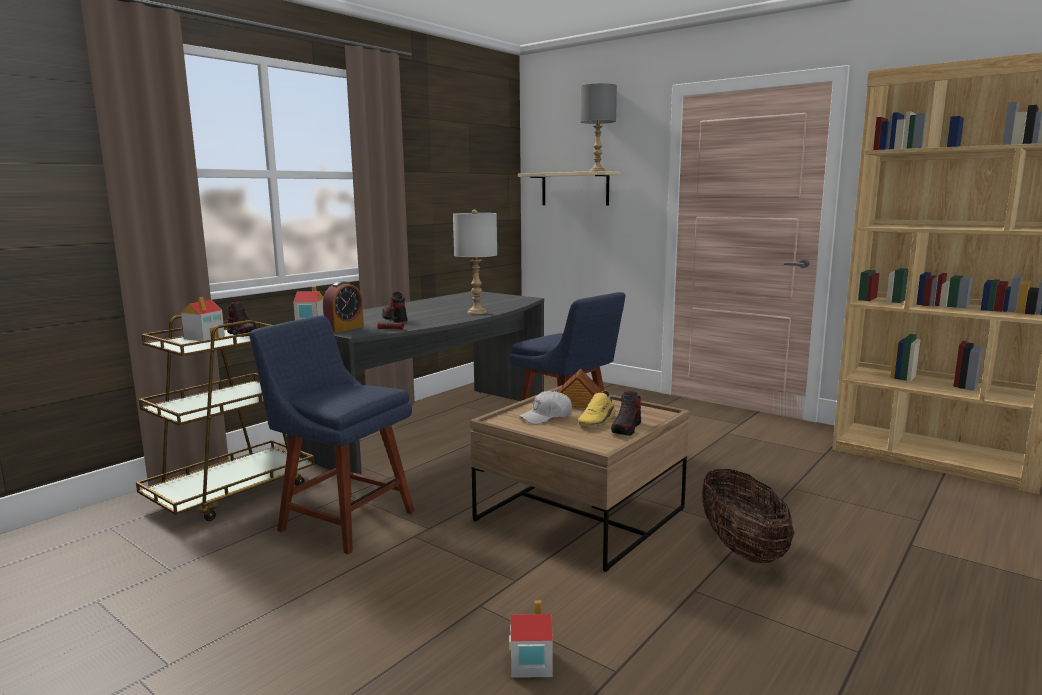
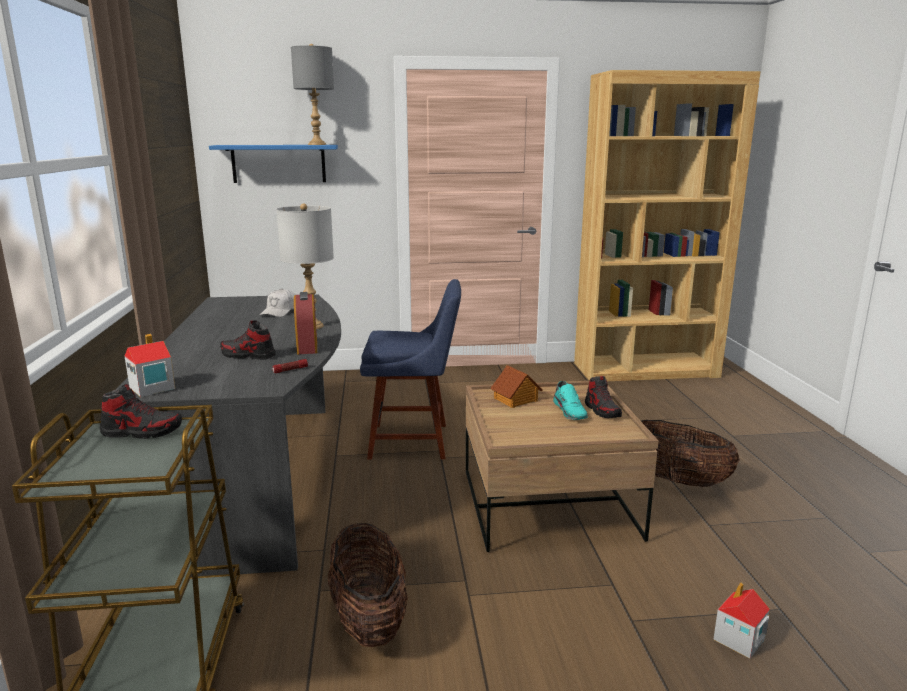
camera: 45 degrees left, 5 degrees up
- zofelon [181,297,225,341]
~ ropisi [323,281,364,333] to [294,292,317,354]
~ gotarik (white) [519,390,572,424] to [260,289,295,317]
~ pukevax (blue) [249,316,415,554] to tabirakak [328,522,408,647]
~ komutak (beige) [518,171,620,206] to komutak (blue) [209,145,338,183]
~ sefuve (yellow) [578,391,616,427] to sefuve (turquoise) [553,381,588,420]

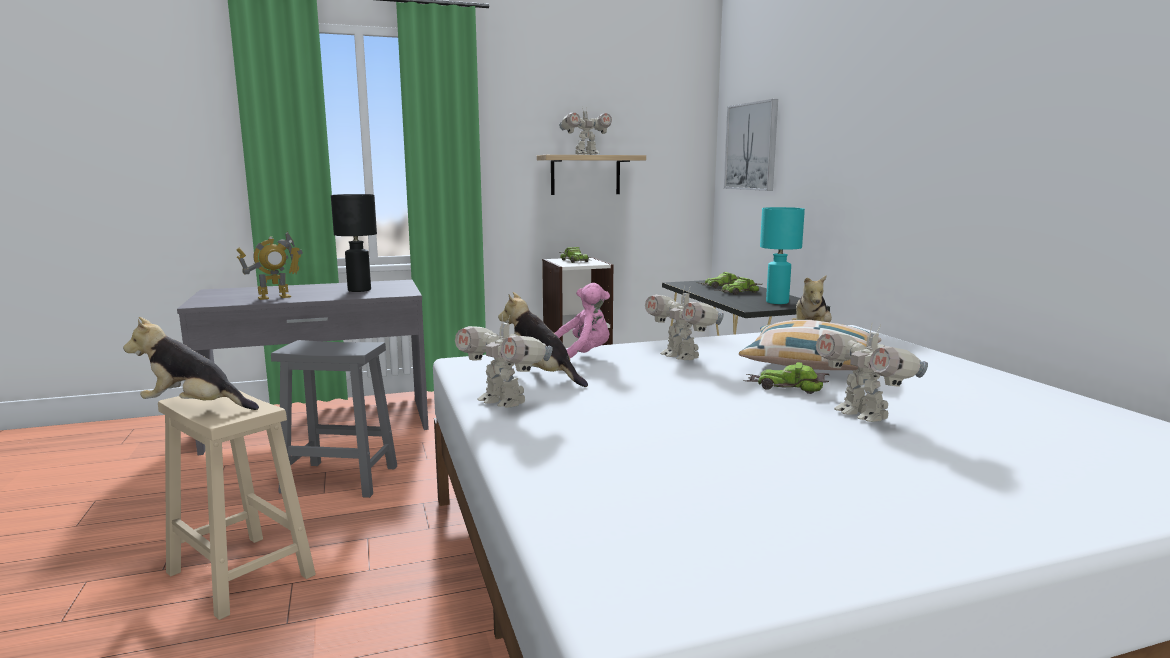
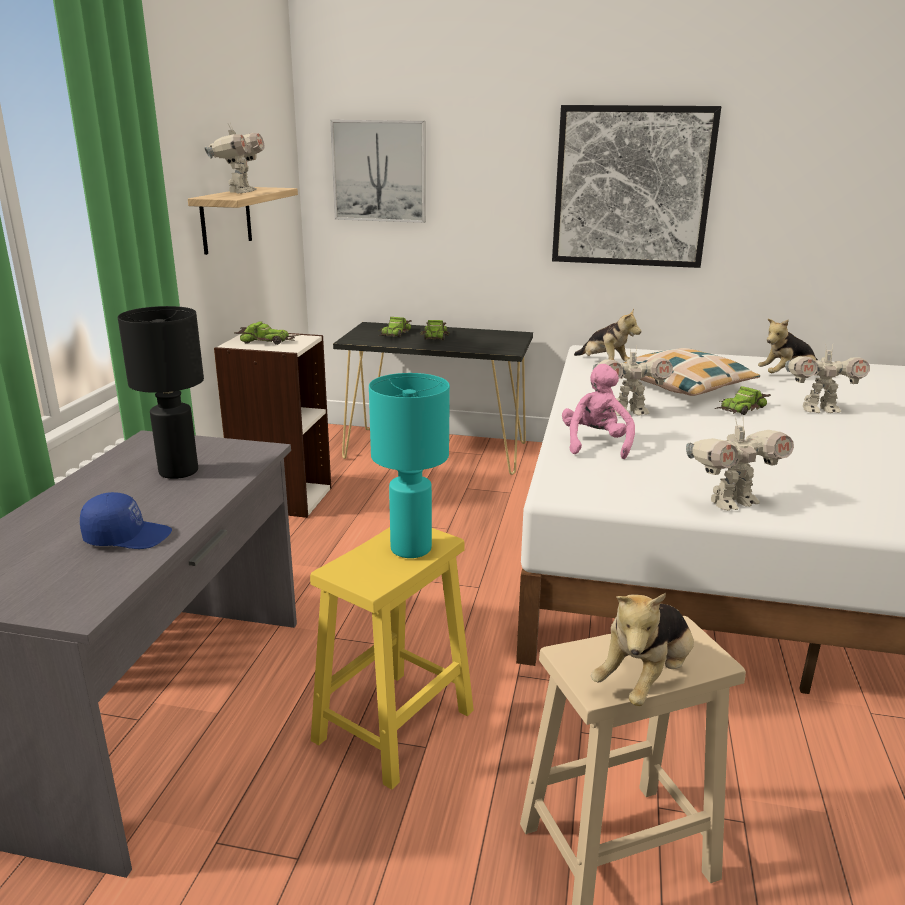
camera: 60 degrees left, 10 degrees up
+ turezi [552,105,721,268]
~ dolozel [498,292,588,387] to [758,319,818,373]
~ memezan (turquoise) [760,207,805,304] to [369,373,450,558]
~ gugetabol [237,232,303,300] to gotarik (blue) [80,492,172,549]
~ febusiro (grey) [271,340,397,498] to febusiro (yellow) [310,527,474,790]

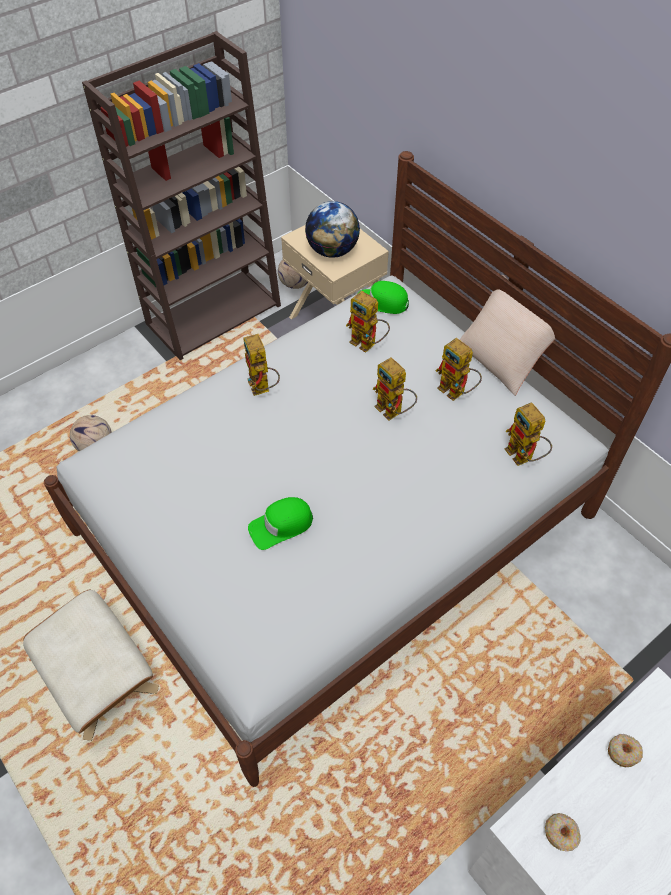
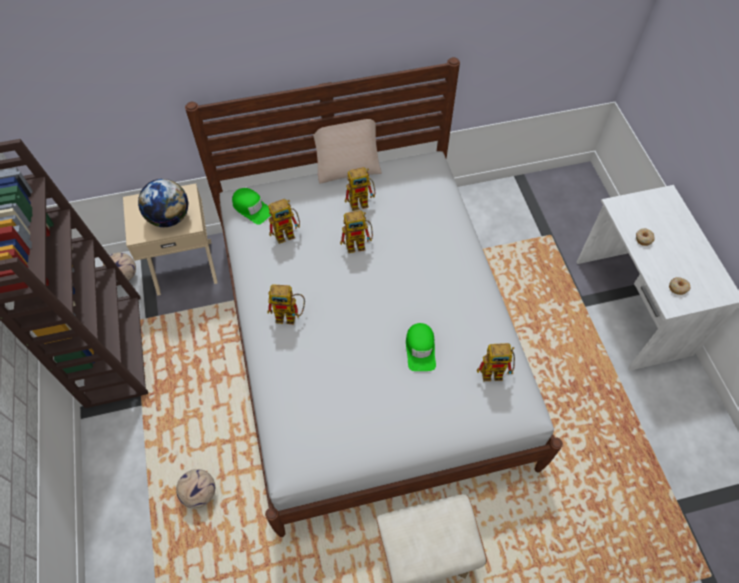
camera: 65 degrees left, 5 degrees up
~ gugetabol [505,402,552,466] to [477,343,515,381]
~ gotarik (green) [358,281,409,314] = [232,188,271,225] 90 degrees counterclockwise

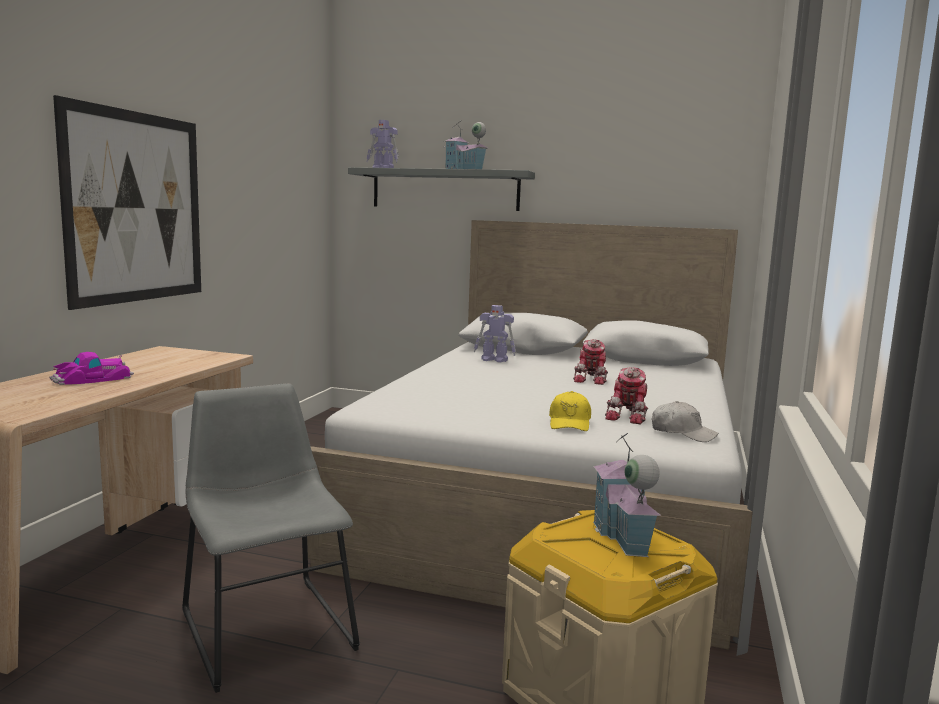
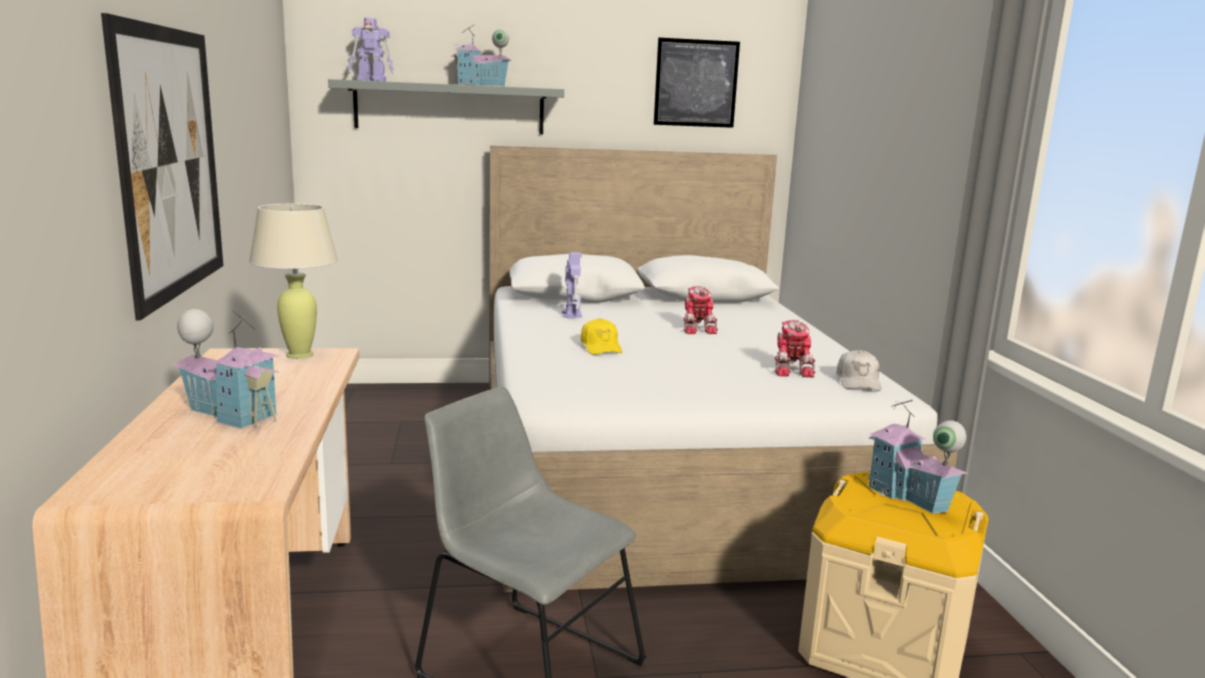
camera: 25 degrees left, 5 degrees up
+ memezan (beige) [249,204,338,359]
+ turezi [653,38,740,128]
~ gotarik (yellow) [549,391,591,431] to [581,318,622,355]
~ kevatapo [50,352,134,385] to zofelon [173,309,279,429]
~ gugetabol [474,305,516,363] = [562,252,582,319] 90 degrees counterclockwise
~ gotarik (white) [652,401,719,442] = [836,350,881,391] 90 degrees clockwise

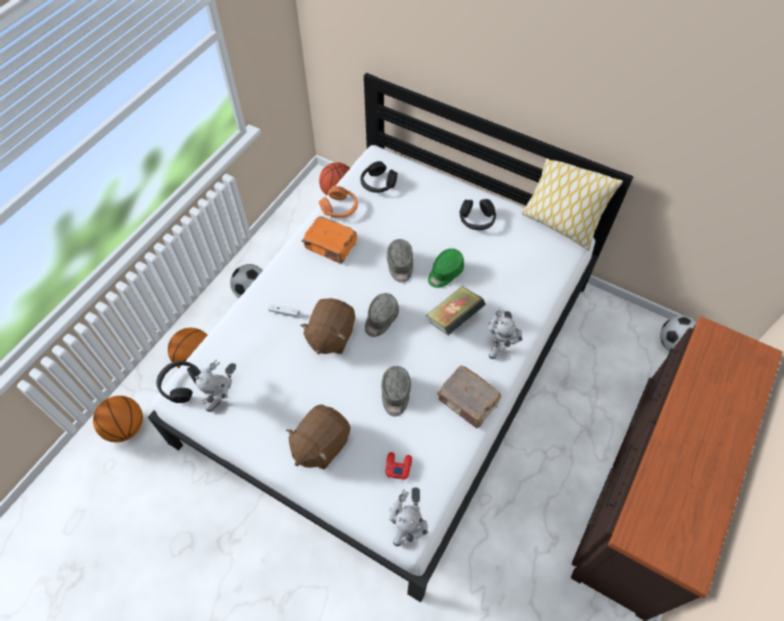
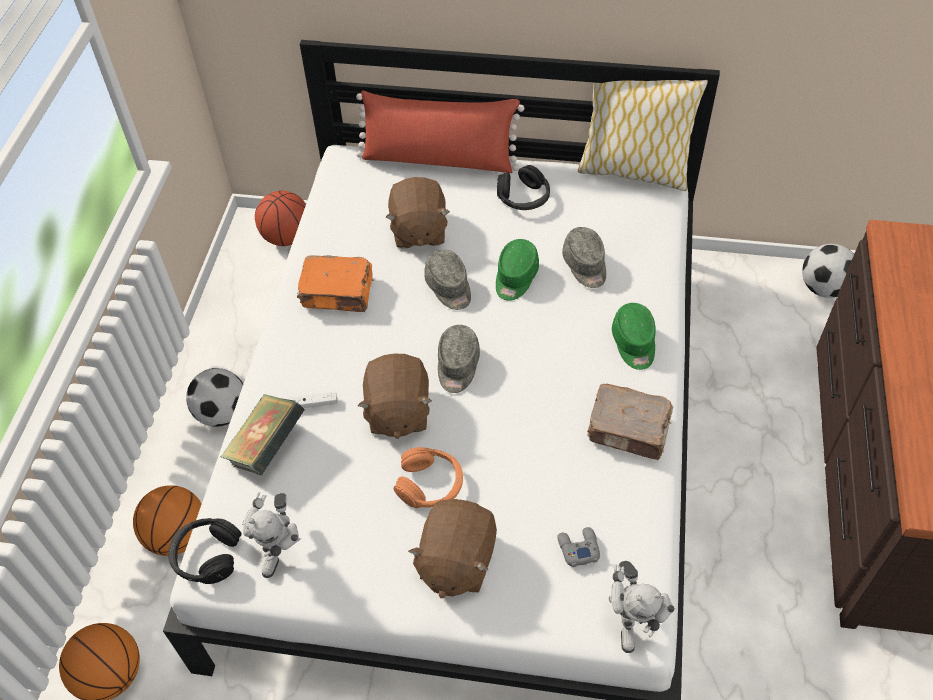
camera: 20 degrees left, 5 degrees down
- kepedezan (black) [360,161,397,193]
+ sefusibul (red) [356,90,524,173]
+ dolozel (brown) [386,177,450,249]
~ kepedezan (orange) [319,186,358,218] to [394,447,463,508]
~ gotarik (grey) [381,366,411,416] to [562,227,606,288]
~ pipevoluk [426,286,486,336] to [221,394,304,475]
~ gugetabol [489,307,523,359] to gotarik (green) [612,303,656,370]
~ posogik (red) [386,452,412,480] to posogik (grey) [557,527,600,567]

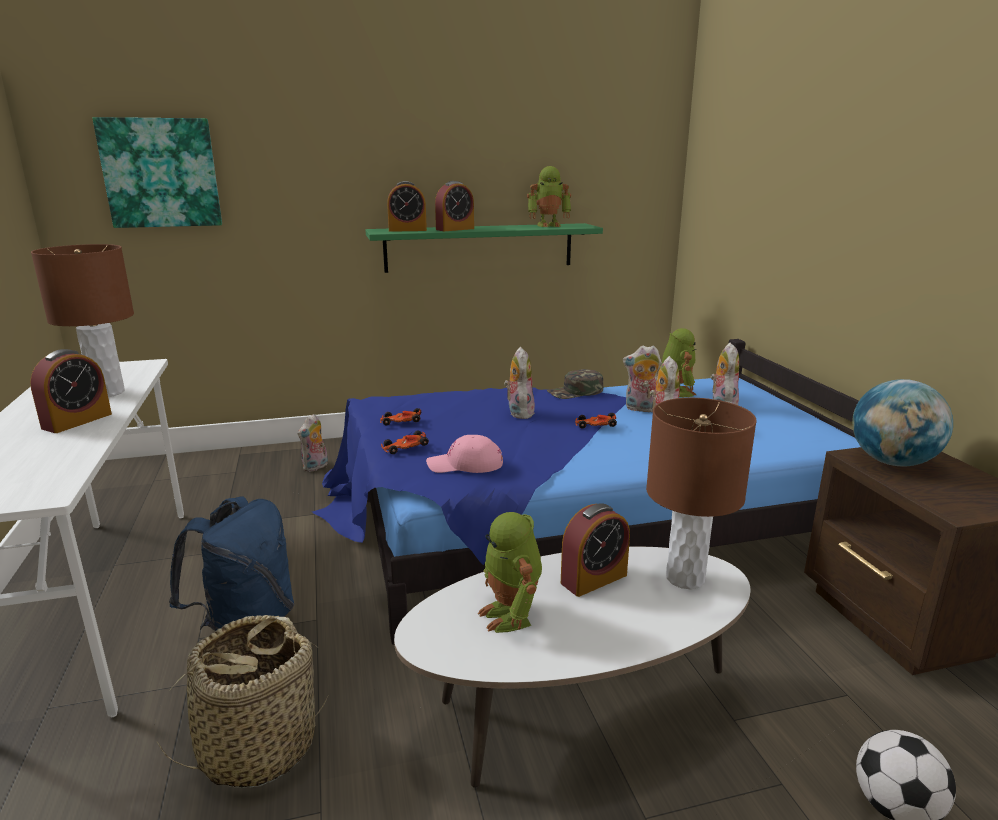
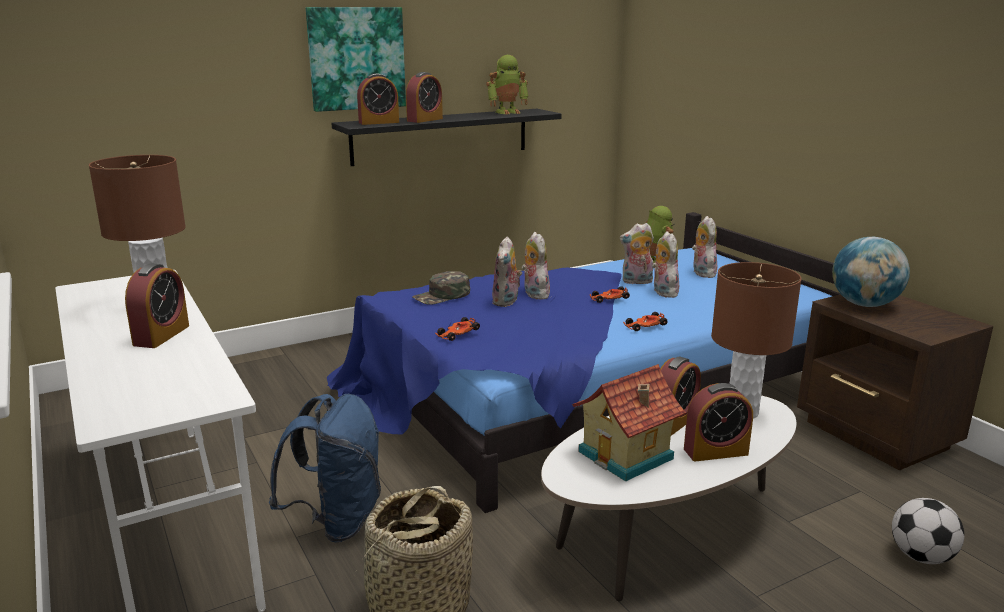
camera: 15 degrees left, 0 degrees up
- gotarik (pink) [426,435,503,473]
+ ropisi [684,383,753,462]
~ turezi [92,117,222,228] to [306,7,406,112]
~ dolozel [298,414,328,472] to [492,237,522,307]
~ kevatapo [380,408,421,425] to [623,312,668,331]
~ gotarik (green) [547,369,603,399] to [412,271,470,305]
~ gugetabol [478,512,542,633] to zofelon [572,364,686,481]
~ komutak (green) [365,223,603,273] to komutak (black) [331,109,562,166]

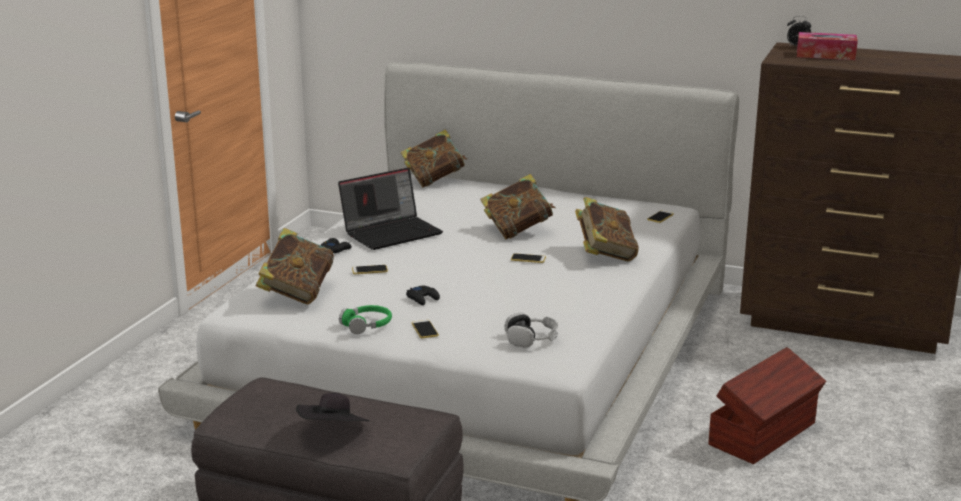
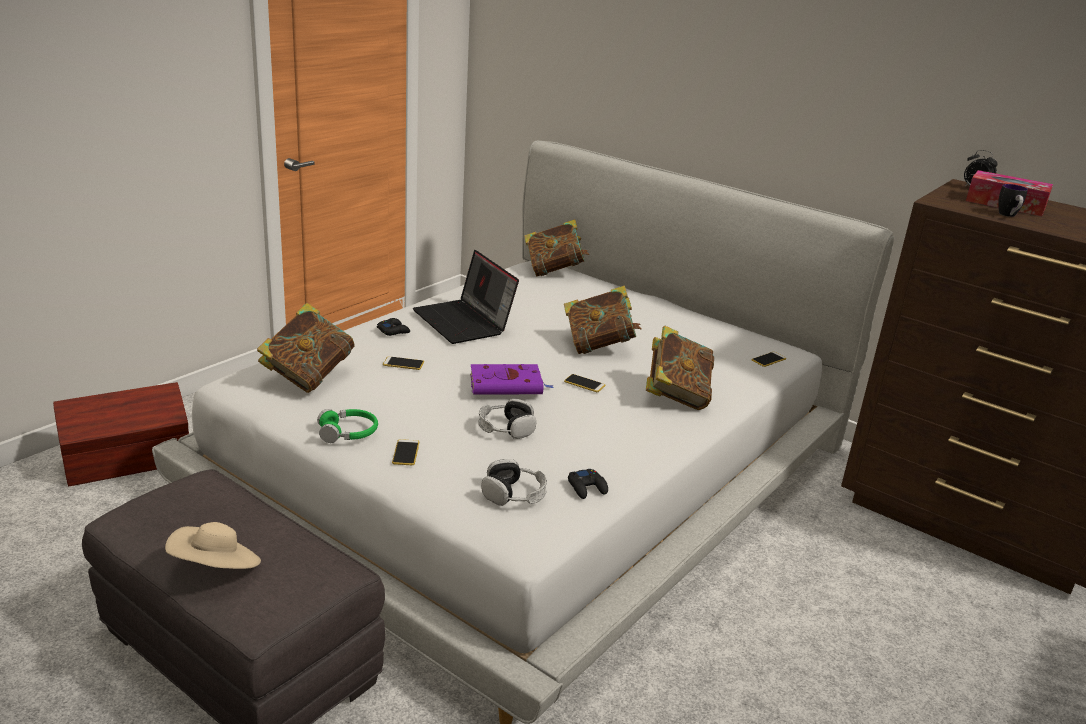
camera: 15 degrees right, 5 degrees up
+ pipevoluk (purple) [470,364,554,395]
+ kepedezan [478,399,536,439]
+ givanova [998,184,1028,217]
~ posogik (black) [406,286,440,305] to [568,469,608,499]
~ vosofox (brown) [708,347,826,464] to [53,382,189,486]
~ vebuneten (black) [296,393,370,422] to vebuneten (beige) [165,522,261,569]
~ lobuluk [338,168,443,250] = [413,250,519,344] 75 degrees clockwise

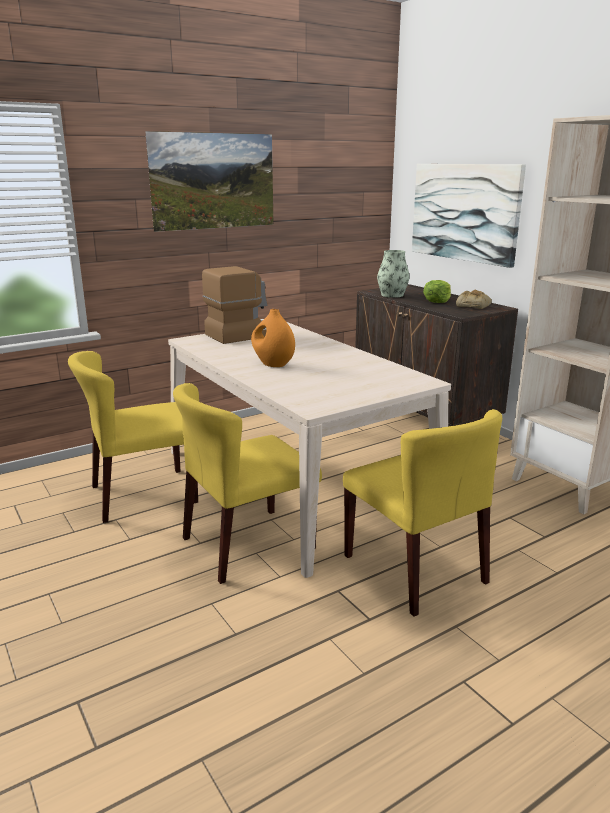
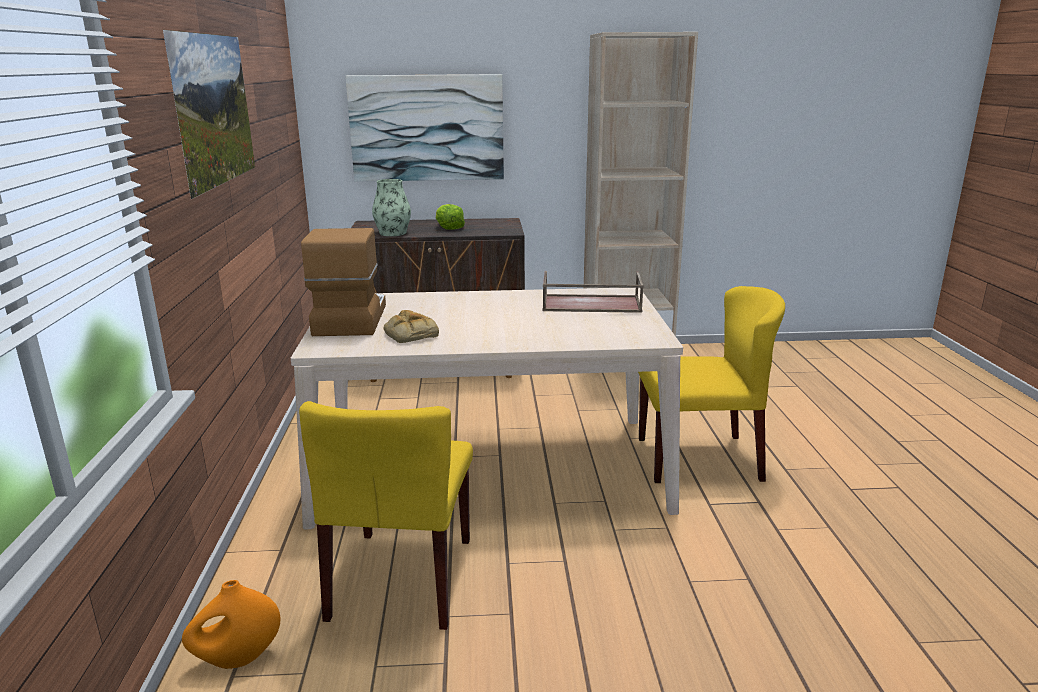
camera: 60 degrees left, 0 degrees up
- pukevax (yellow) [173,383,322,584]
+ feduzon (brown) [542,271,644,313]
~ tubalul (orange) [251,309,295,367] to [182,580,280,669]
~ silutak [456,290,492,309] to [383,310,439,343]

